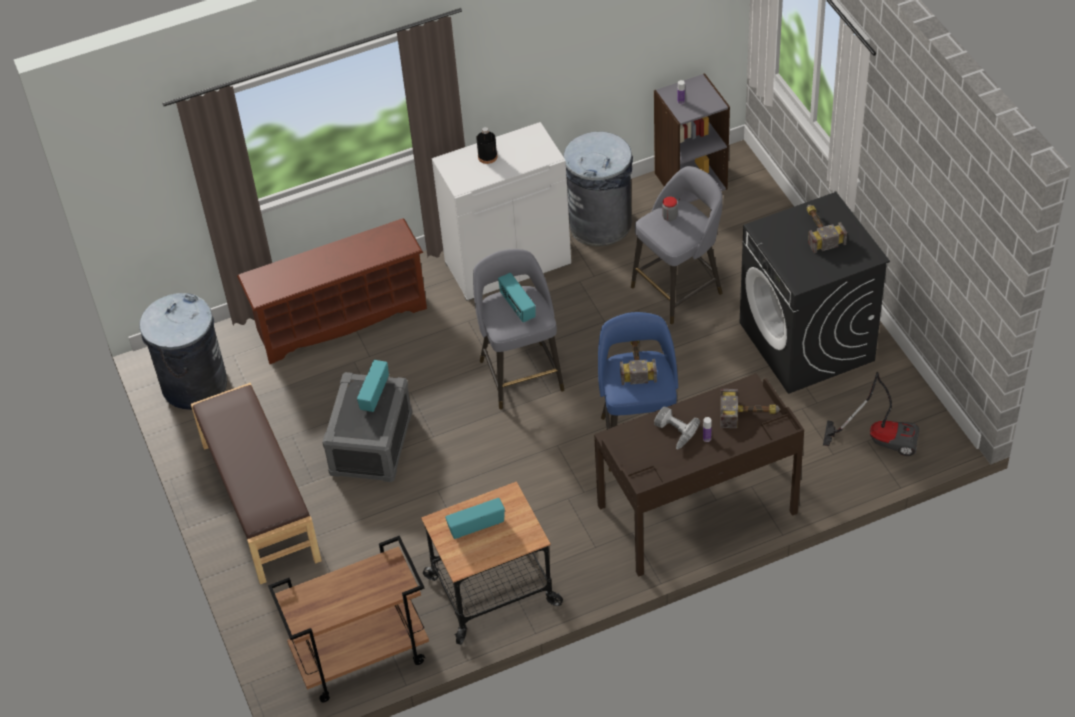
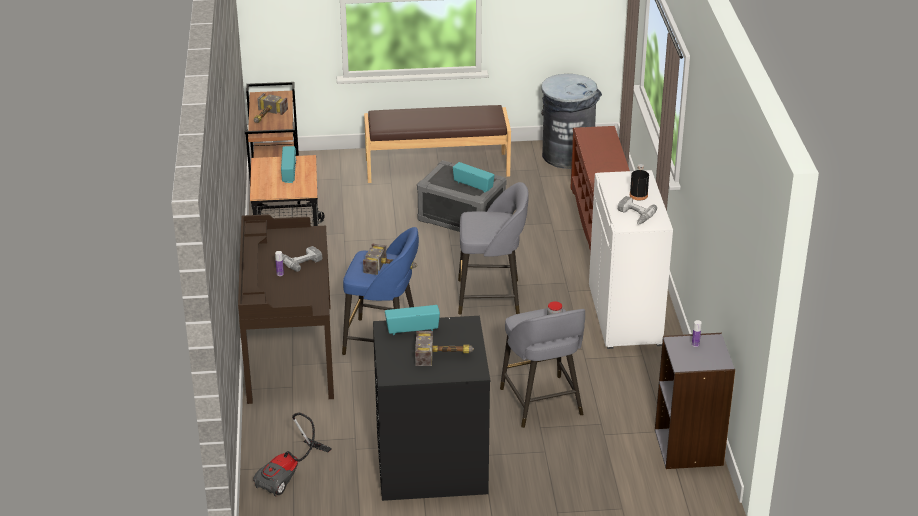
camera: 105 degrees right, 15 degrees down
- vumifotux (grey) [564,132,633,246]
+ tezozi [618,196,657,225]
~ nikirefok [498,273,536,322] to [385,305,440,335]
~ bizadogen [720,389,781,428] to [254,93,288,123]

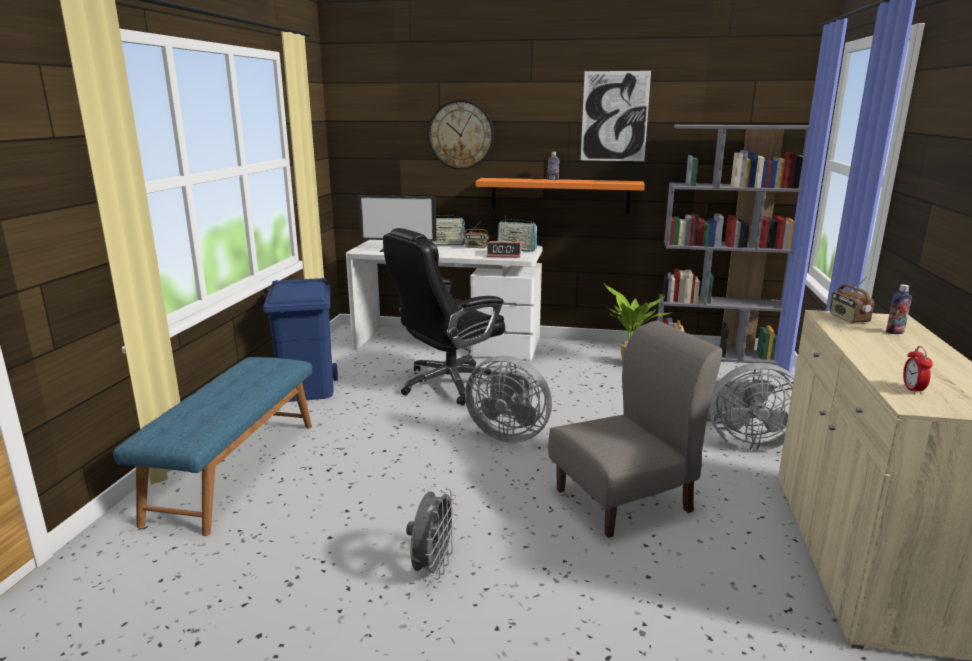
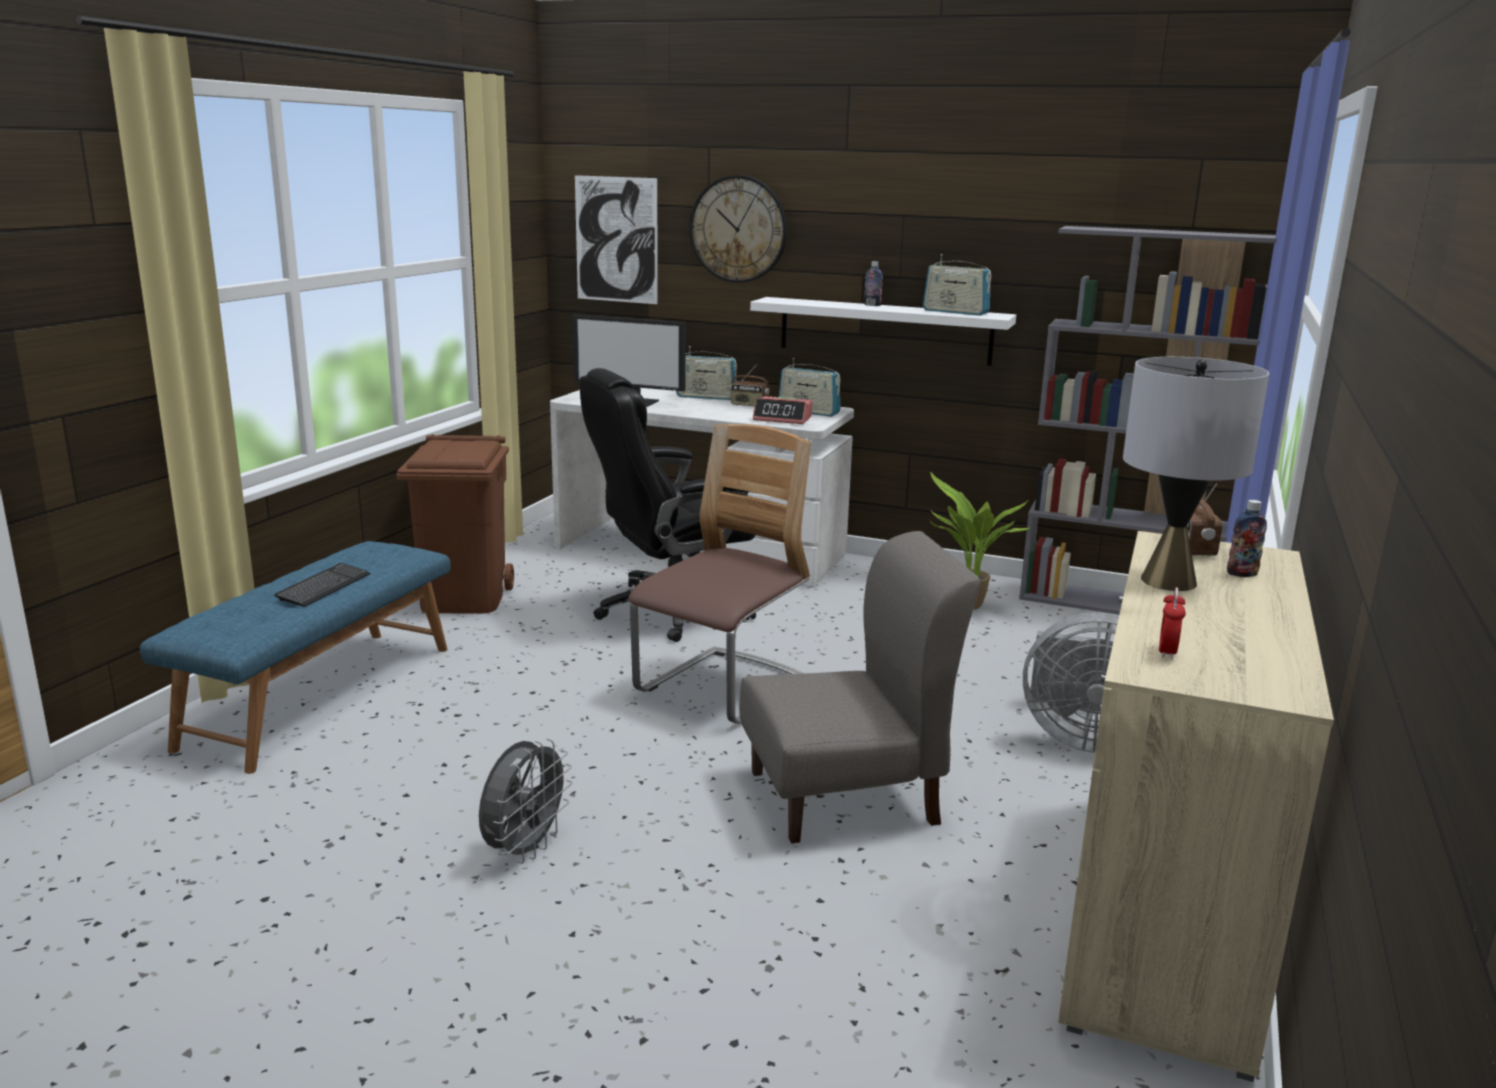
camera: 10 degrees right, 0 degrees up
+ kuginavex [274,563,370,607]
+ nikirefok [923,254,991,315]
+ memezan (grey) [1123,357,1269,591]
~ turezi [581,71,651,161] to [575,175,658,304]
~ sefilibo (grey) [465,356,552,443] to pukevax [628,424,811,724]
~ vumifotux (blue) [263,278,338,402] to vumifotux (brown) [397,434,514,614]
~ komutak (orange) [476,178,645,214] to komutak (white) [750,297,1016,366]

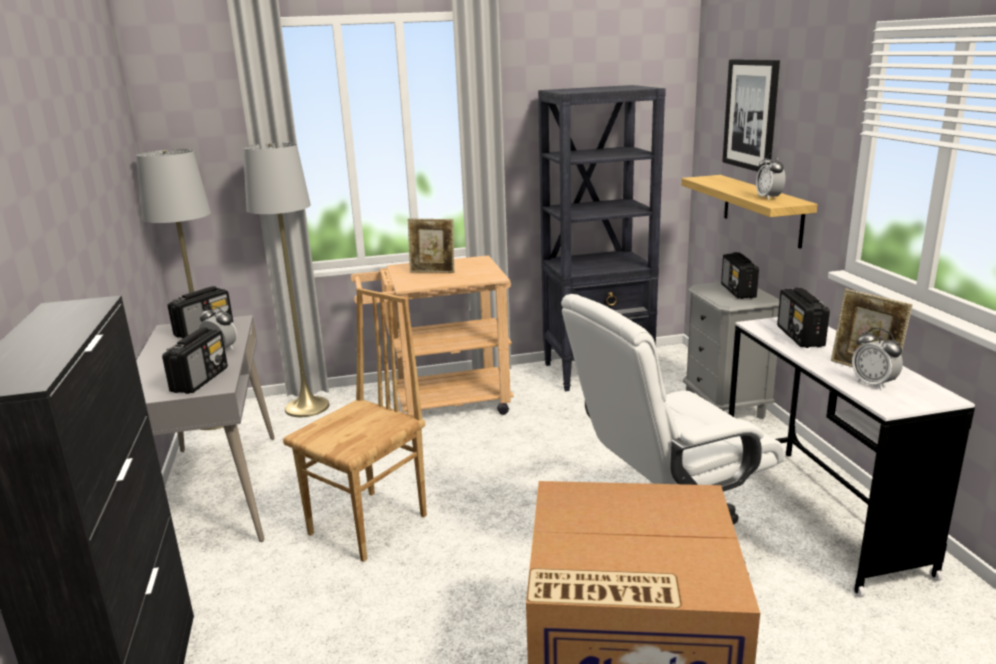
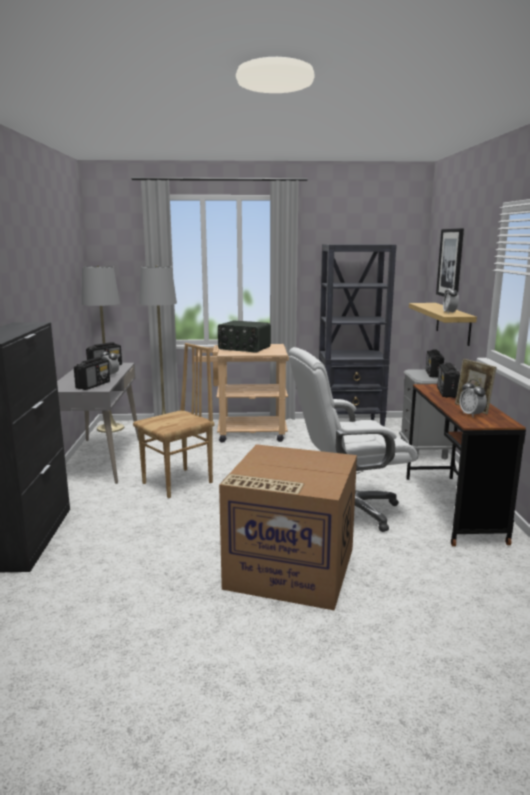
camera: 10 degrees right, 5 degrees down
~ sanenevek [408,218,454,273] to nikirefok [218,321,271,353]
~ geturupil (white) [729,317,975,597] to geturupil (brown) [406,384,526,546]

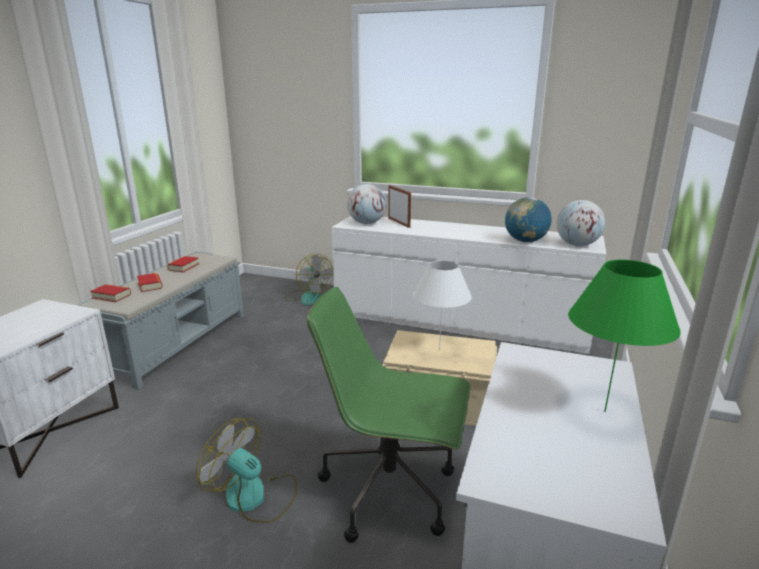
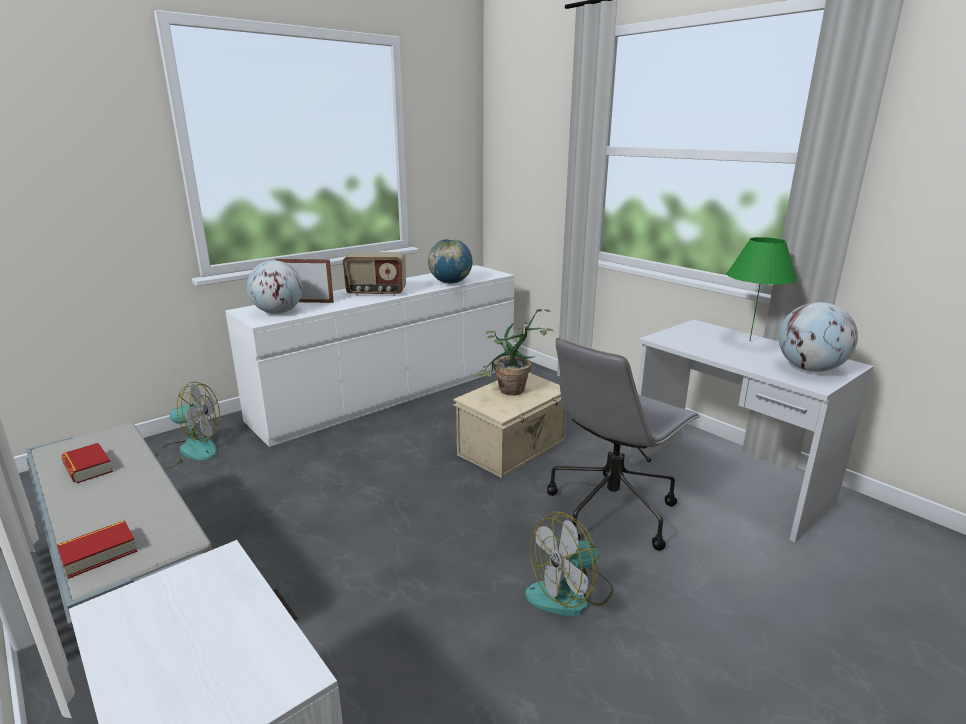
camera: 60 degrees left, 0 degrees up
- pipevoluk [137,273,163,292]
+ nikirefok [343,252,406,296]
~ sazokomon [557,200,606,246] to [779,302,858,372]
~ memezan (white) [413,260,472,350] to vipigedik [475,309,555,396]
~ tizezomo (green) [307,287,471,543] to tizezomo (grey) [547,338,700,551]

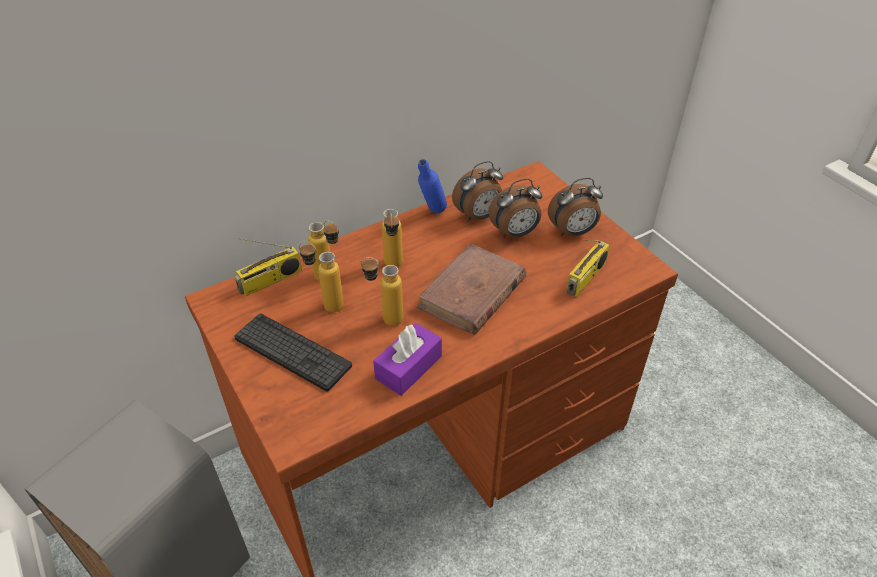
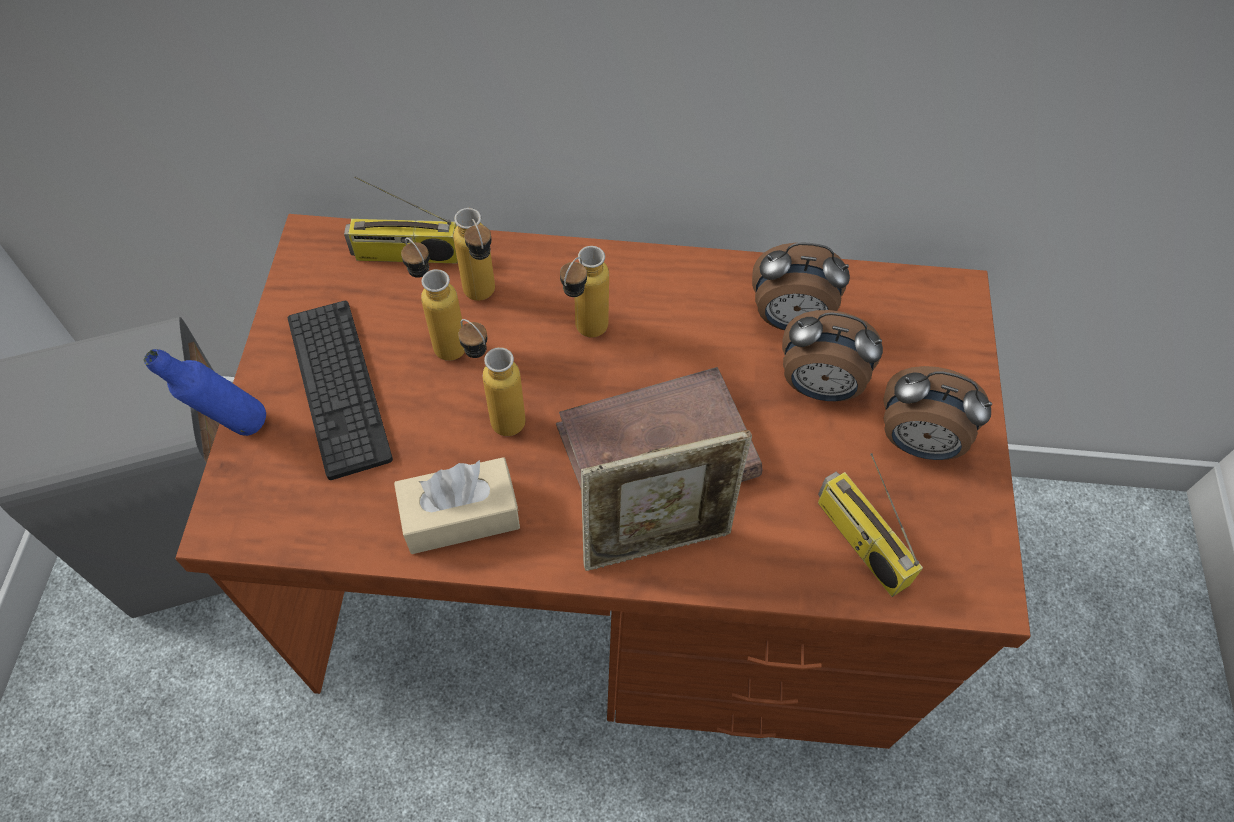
camera: 35 degrees right, 15 degrees up
+ sanenevek [581,430,752,571]
~ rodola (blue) [418,159,447,213] to [144,349,266,436]
~ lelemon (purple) [373,323,442,396] to lelemon (beige) [394,457,520,554]
~ nikirefok [566,239,610,297] = [818,453,923,597] 75 degrees clockwise

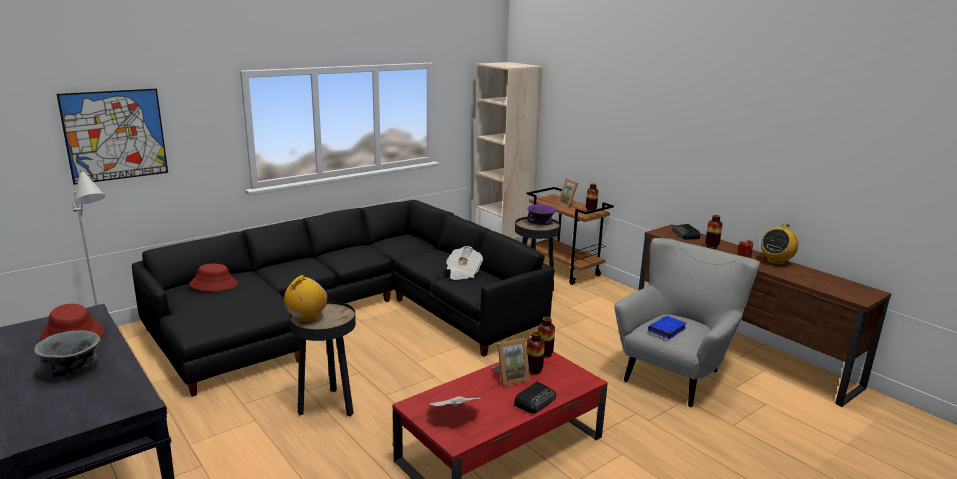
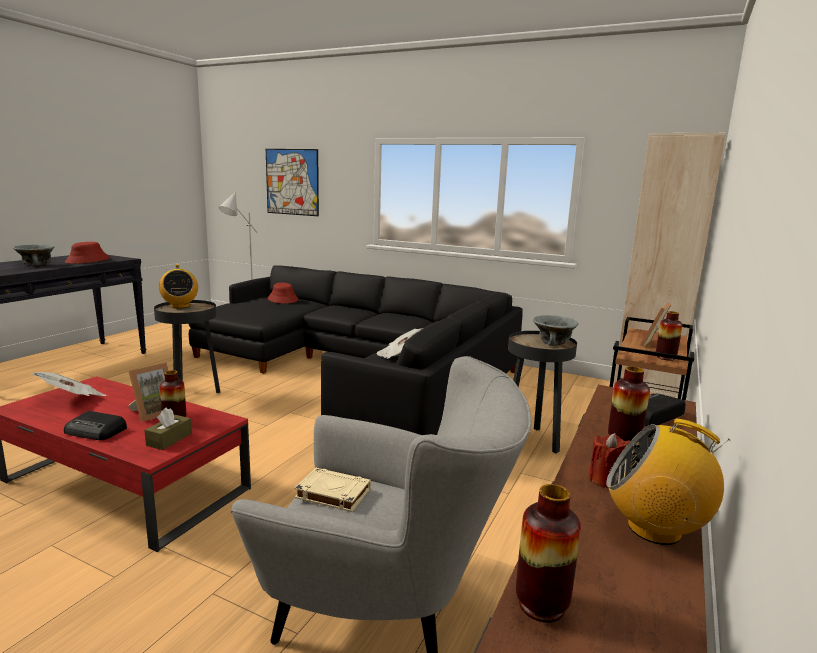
camera: 65 degrees right, 5 degrees down
+ lelemon (brown) [144,407,192,450]
~ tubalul [538,317,555,358] to [516,484,581,623]
~ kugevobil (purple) [527,204,557,225] to kugevobil (grey) [533,315,578,346]
~ pipevoluk (blue) [648,316,687,339] to pipevoluk (beige) [294,468,371,512]
~ nikirefok [284,275,327,323] = [159,264,198,308] 60 degrees clockwise
~ sanenevek [493,338,530,387] = [128,362,169,422] 90 degrees counterclockwise

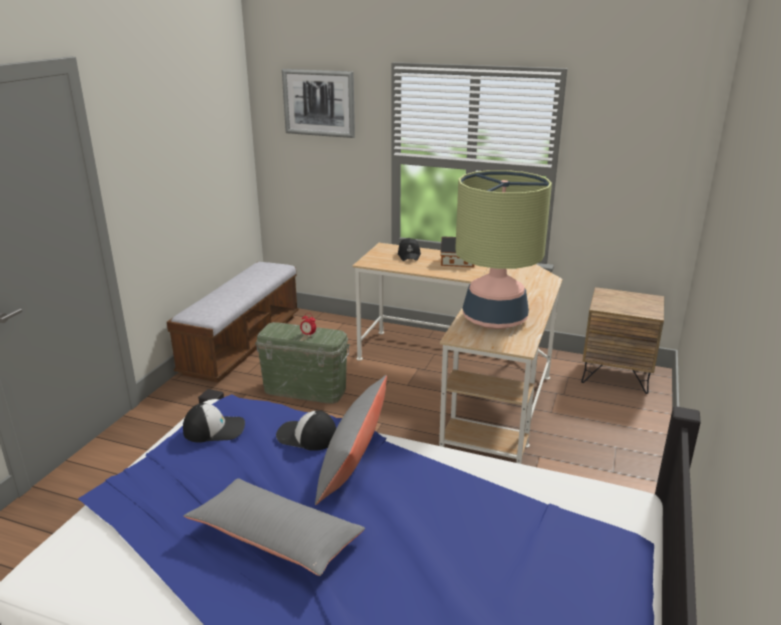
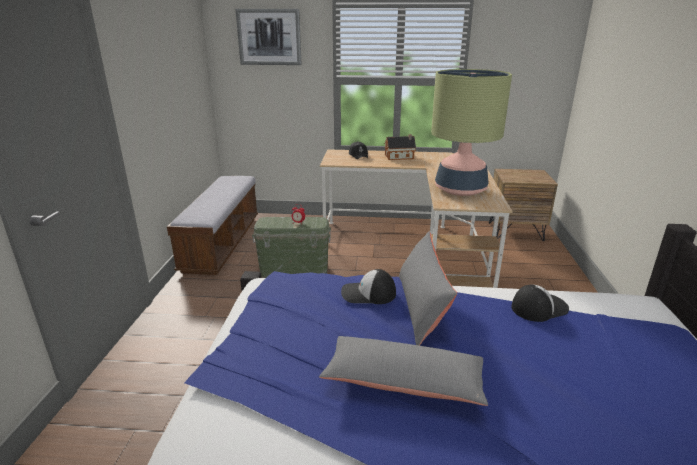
camera: 15 degrees left, 0 degrees up
~ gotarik [183,403,245,443] to [511,285,569,322]

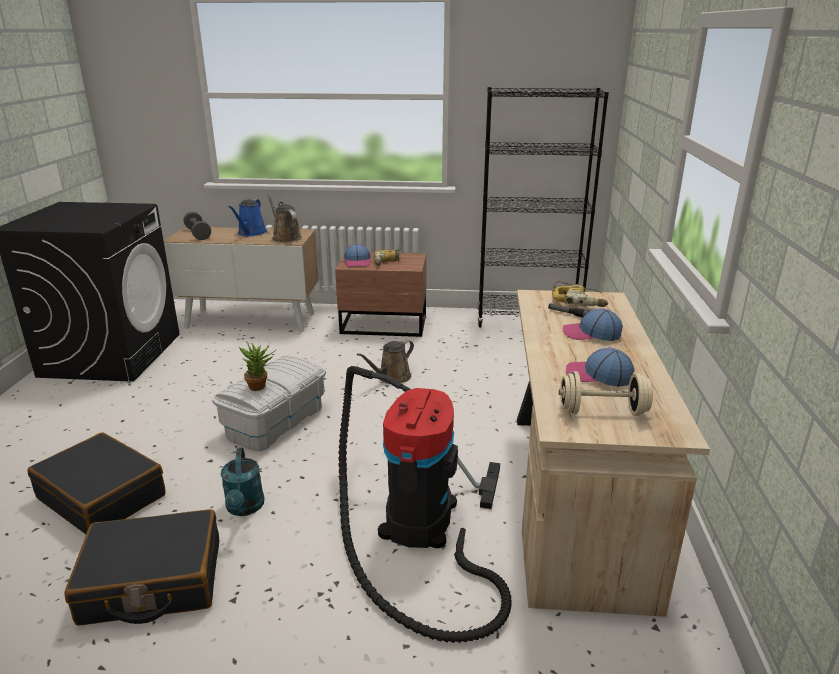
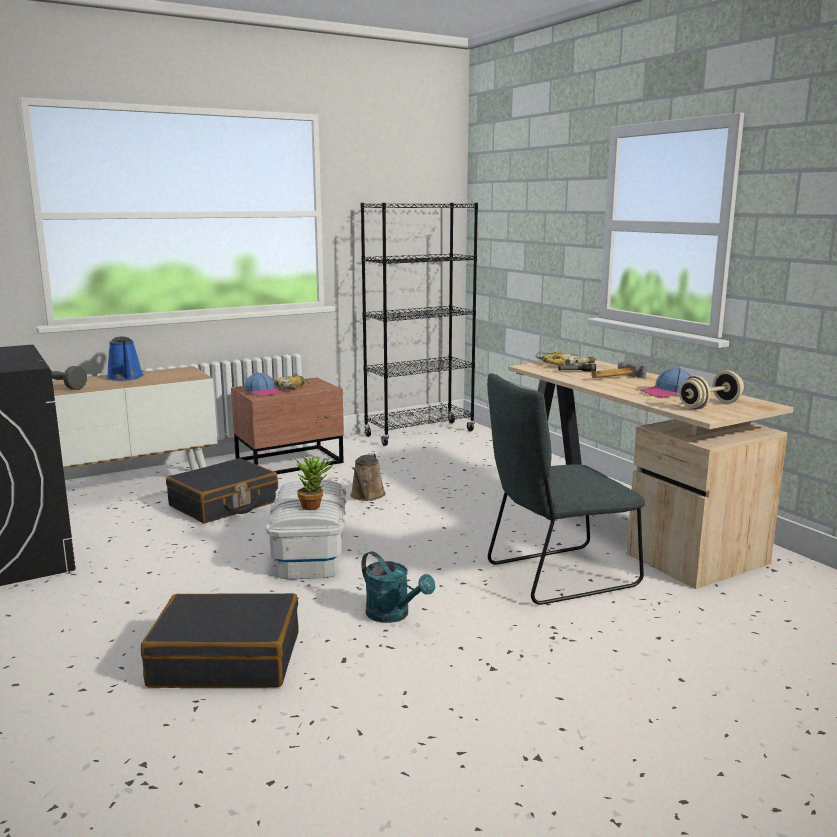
camera: 35 degrees left, 10 degrees down
- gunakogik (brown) [267,193,302,242]
~ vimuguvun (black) [64,509,219,626] to [166,458,278,523]
~ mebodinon [338,366,512,643] to pukevax (grey) [487,373,645,605]
~ gotarik [563,308,623,341] to bizadogen [591,362,647,379]

